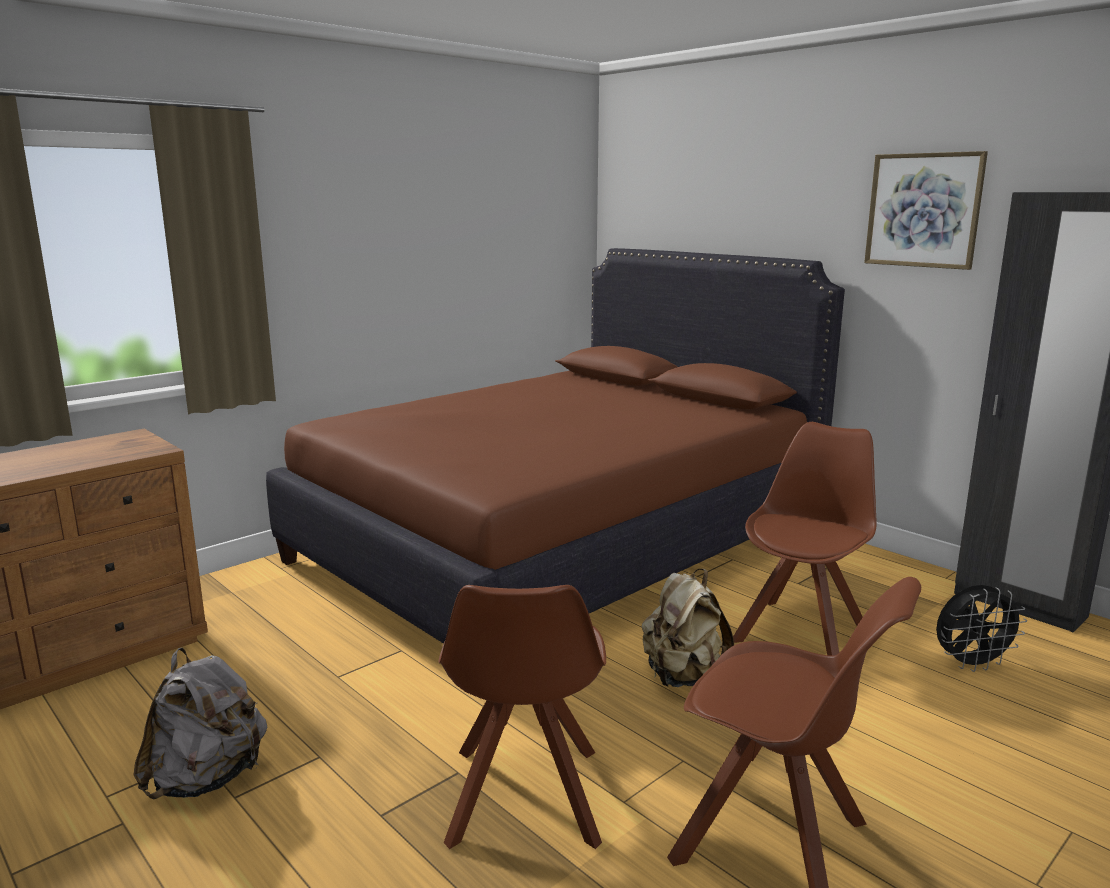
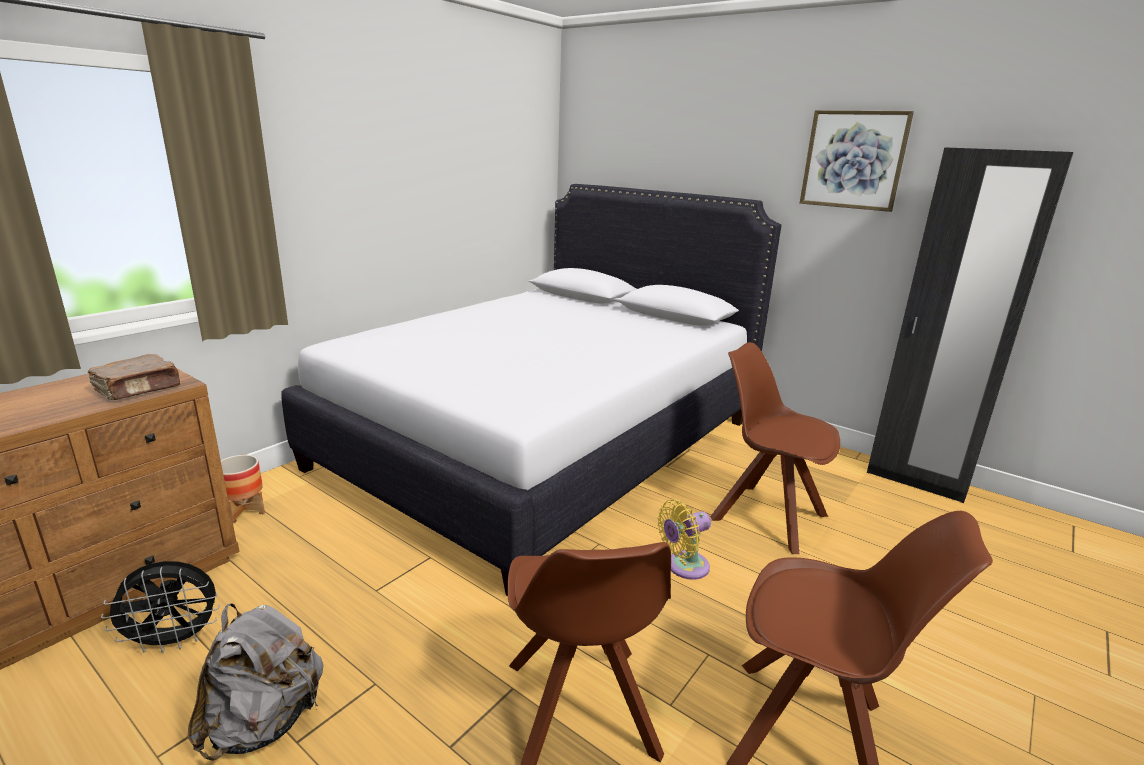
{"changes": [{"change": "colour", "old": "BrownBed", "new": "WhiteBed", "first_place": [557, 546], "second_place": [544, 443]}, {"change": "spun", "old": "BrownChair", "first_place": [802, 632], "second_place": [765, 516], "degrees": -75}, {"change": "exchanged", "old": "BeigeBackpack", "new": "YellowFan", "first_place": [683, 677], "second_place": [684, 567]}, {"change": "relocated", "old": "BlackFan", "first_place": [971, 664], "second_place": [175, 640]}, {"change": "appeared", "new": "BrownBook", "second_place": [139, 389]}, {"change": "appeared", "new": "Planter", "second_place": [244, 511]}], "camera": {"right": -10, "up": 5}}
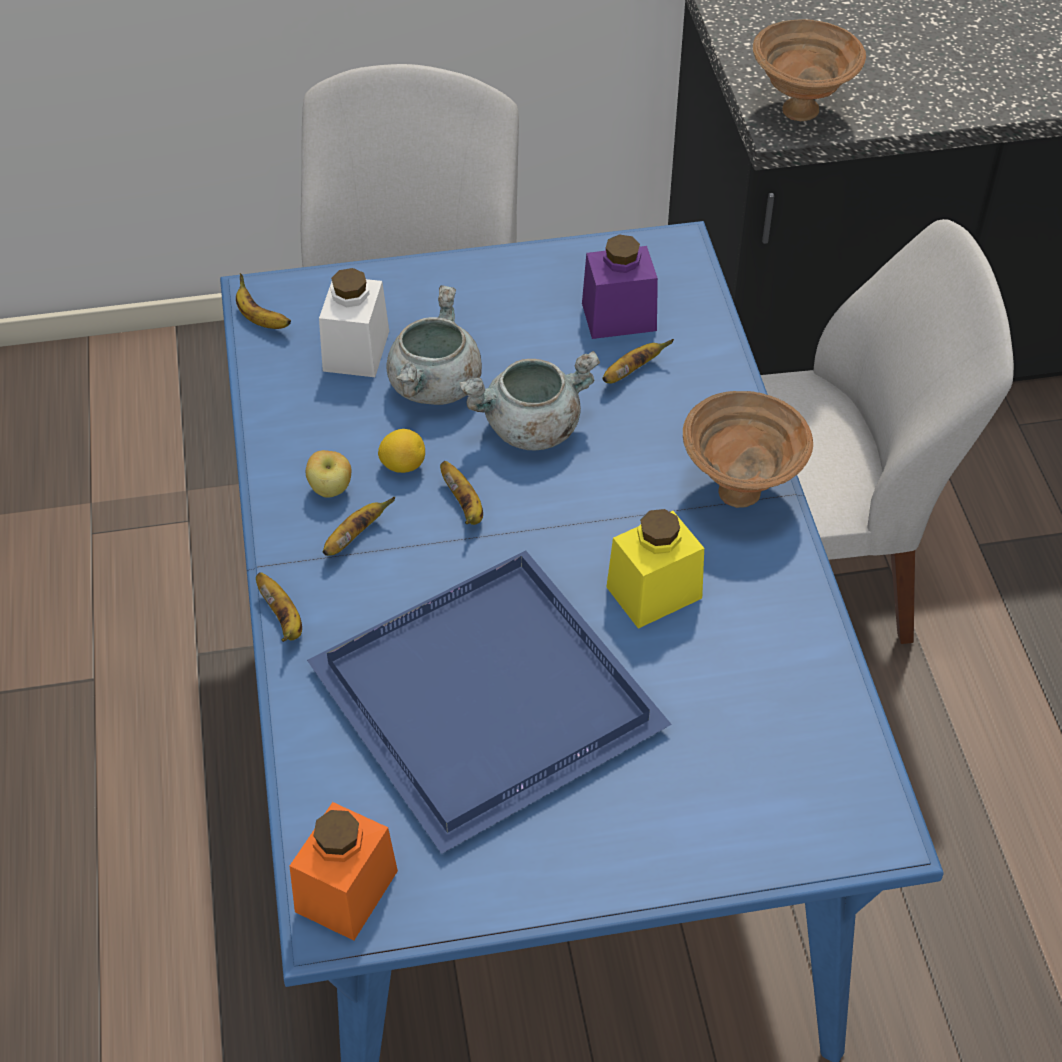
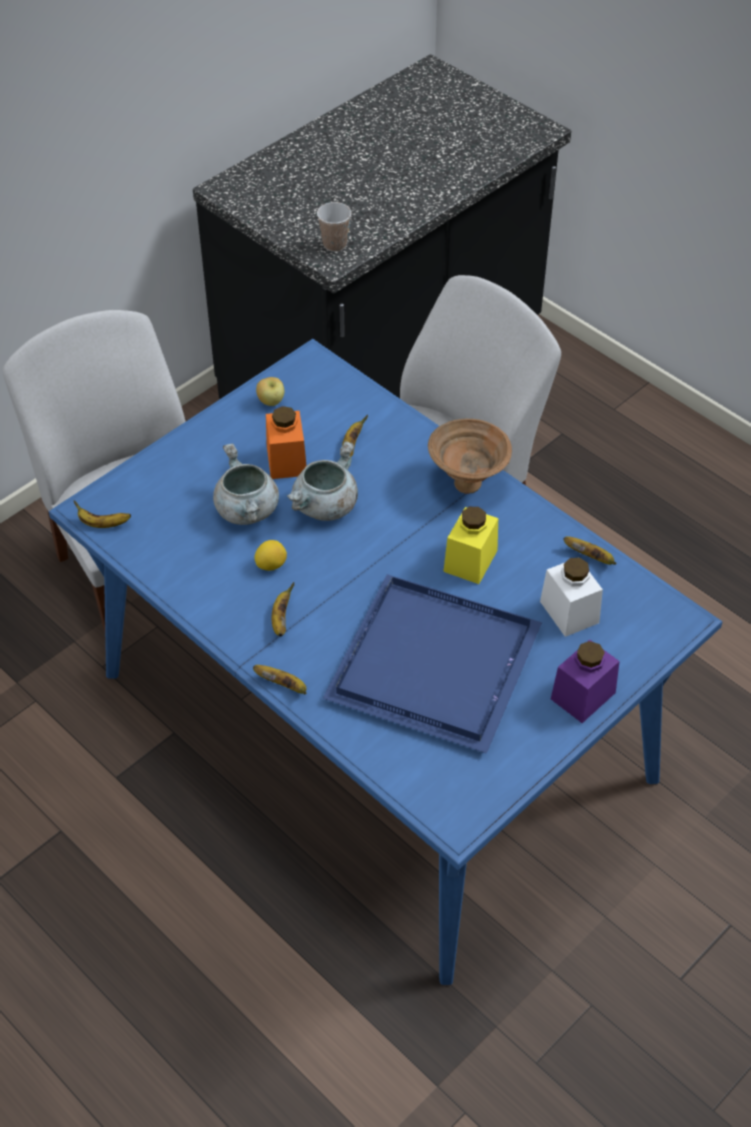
{"changes": [{"change": "exchanged", "old": "BrownBowl", "new": "Cup", "first_place": [799, 108], "second_place": [334, 244]}, {"change": "relocated", "old": "PurpleJar", "first_place": [619, 317], "second_place": [583, 696]}, {"change": "relocated", "old": "WhiteJar", "first_place": [356, 351], "second_place": [569, 612]}, {"change": "relocated", "old": "Apple", "first_place": [331, 490], "second_place": [271, 402]}, {"change": "relocated", "old": "Banana", "first_place": [464, 505], "second_place": [590, 557]}, {"change": "relocated", "old": "OrangeJar", "first_place": [346, 891], "second_place": [286, 460]}], "camera": {"right": -35, "up": 0}}
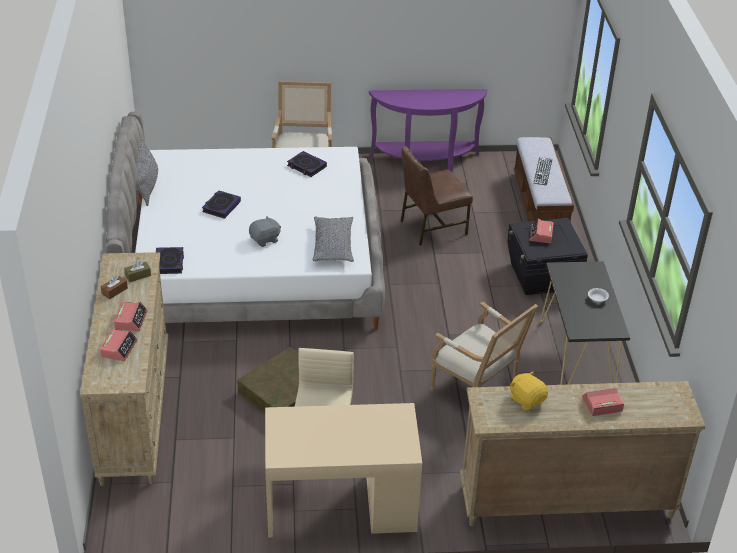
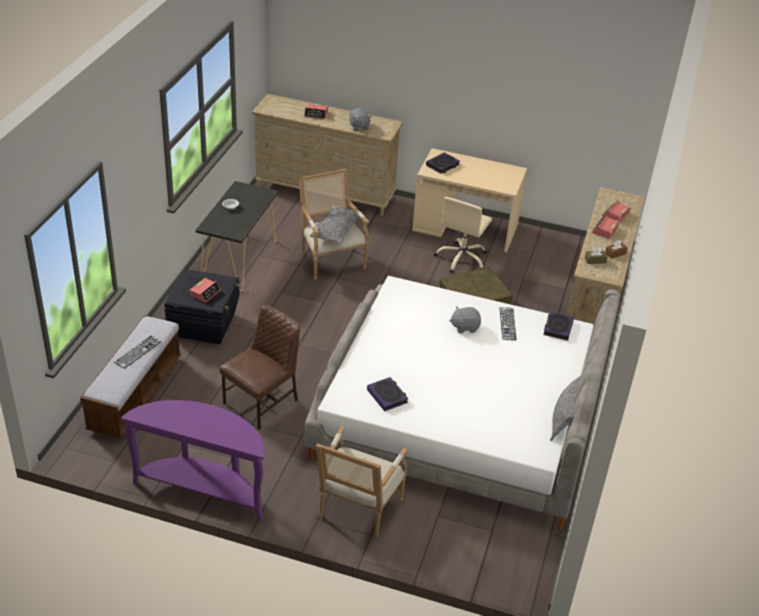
{"changes": [{"change": "spun", "old": "BrownChair", "first_place": [432, 227], "second_place": [262, 402], "degrees": -45}, {"change": "relocated", "old": "Book", "first_place": [221, 207], "second_place": [442, 165]}, {"change": "relocated", "old": "GreyPillow", "first_place": [333, 246], "second_place": [336, 230]}, {"change": "colour", "old": "YellowPlushToy", "new": "GreyPlushToy", "first_place": [527, 400], "second_place": [359, 126]}, {"change": "appeared", "new": "Keyboard", "second_place": [507, 323]}], "camera": {"right": -160, "up": 0}}
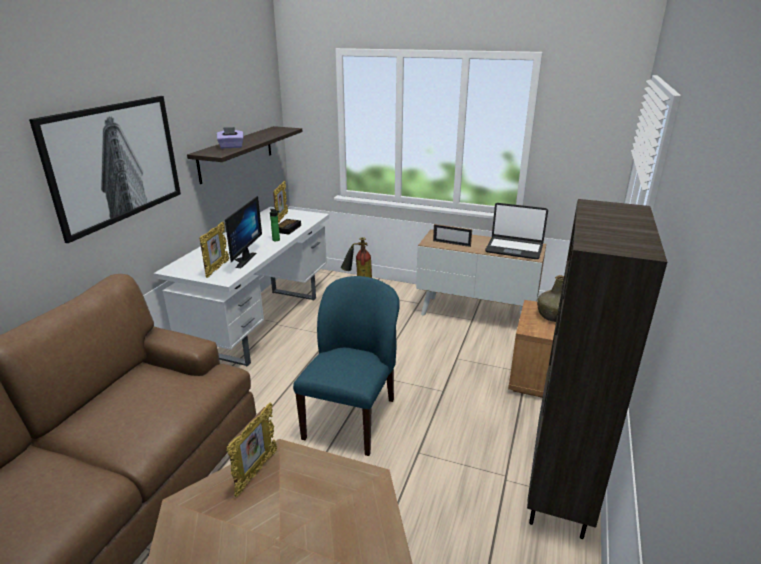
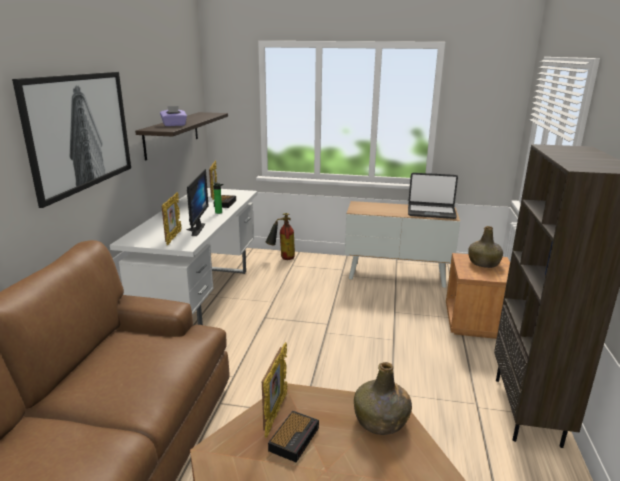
{"changes": [{"change": "missing", "old": "PictureFrame", "first_place": [451, 243]}, {"change": "missing", "old": "BlueChair", "first_place": [351, 417]}, {"change": "appeared", "new": "GreenBottle", "second_place": [381, 421]}, {"change": "appeared", "new": "AlarmClock", "second_place": [294, 438]}], "camera": {"right": -10, "up": -5}}
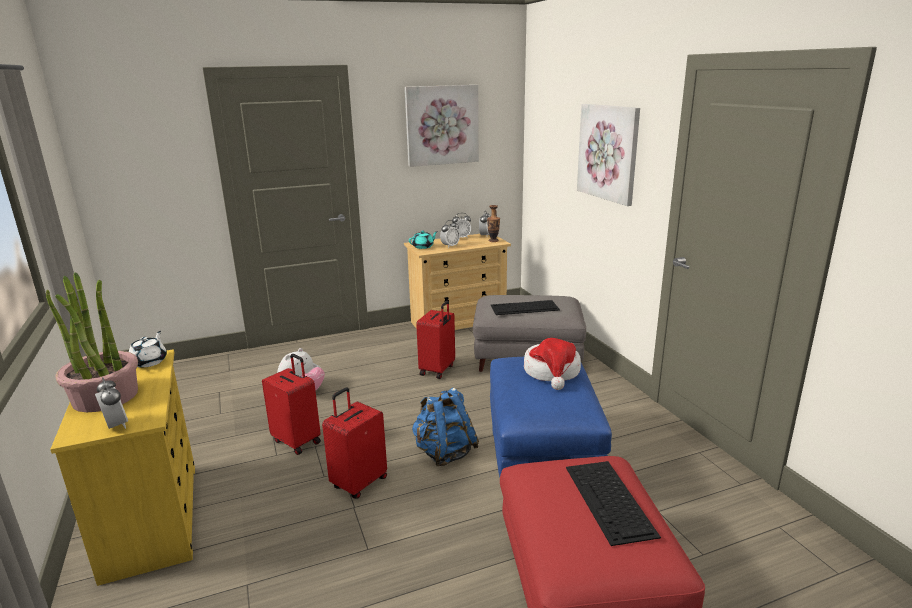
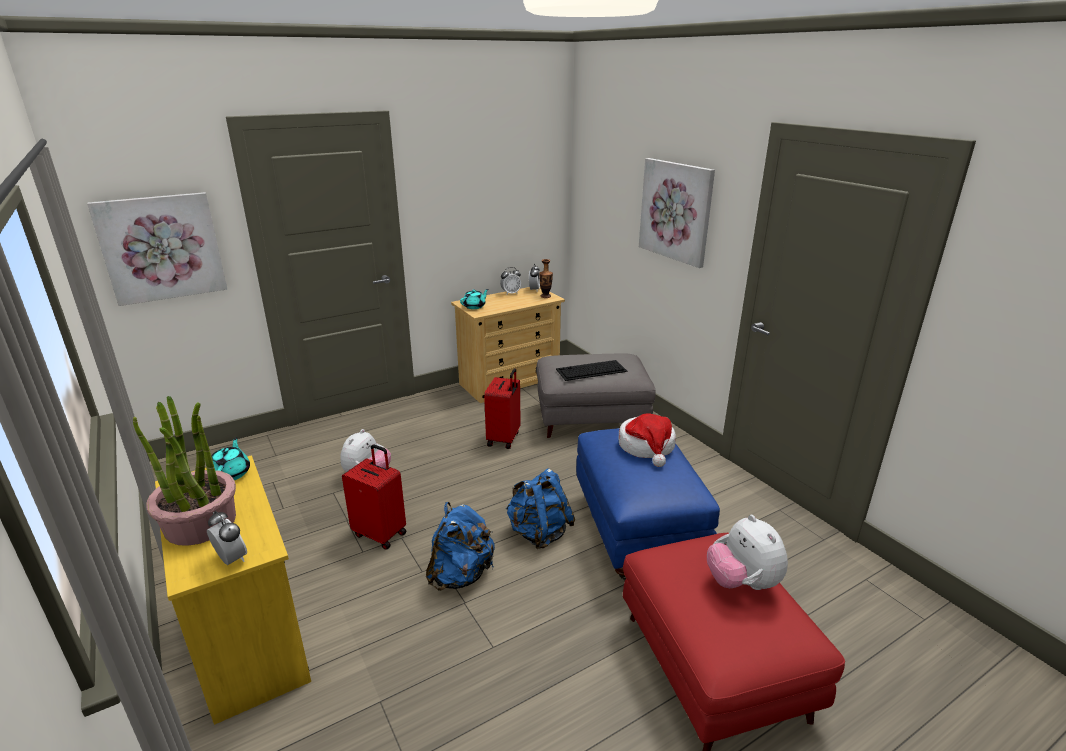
{"changes": [{"change": "relocated", "old": "Picture", "first_place": [442, 125], "second_place": [161, 248]}, {"change": "missing", "old": "AlarmClock", "first_place": [450, 246]}, {"change": "colour", "old": "WhiteTeapot", "new": "TurquoiseTeapot", "first_place": [150, 361], "second_place": [231, 473]}, {"change": "exchanged", "old": "RedSuitcase", "new": "BlueBackpack", "first_place": [358, 483], "second_place": [461, 575]}, {"change": "exchanged", "old": "Keyboard", "new": "PlushToy", "first_place": [610, 500], "second_place": [742, 583]}], "camera": {"right": -10, "up": 5}}
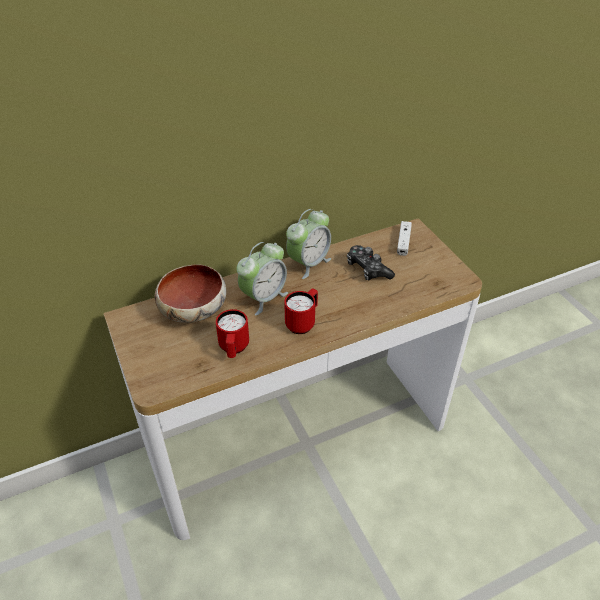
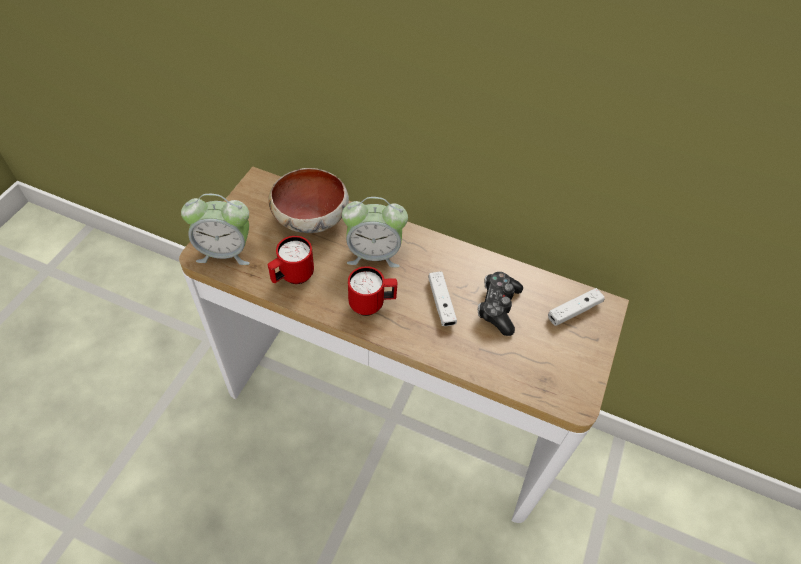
{"changes": [{"change": "relocated", "old": "AlarmClock", "first_place": [308, 263], "second_place": [225, 251]}, {"change": "appeared", "new": "WhiteGameController", "second_place": [441, 303]}], "camera": {"right": 45, "up": 10}}
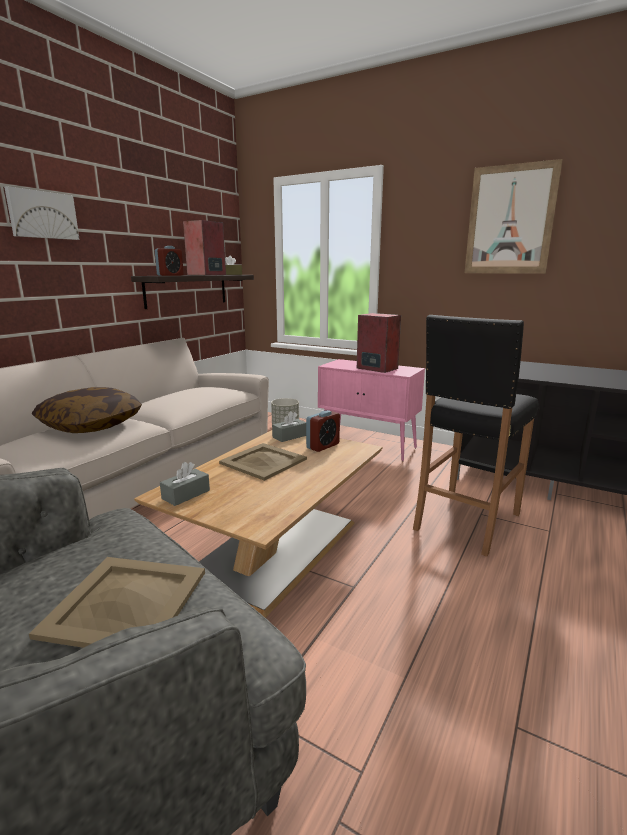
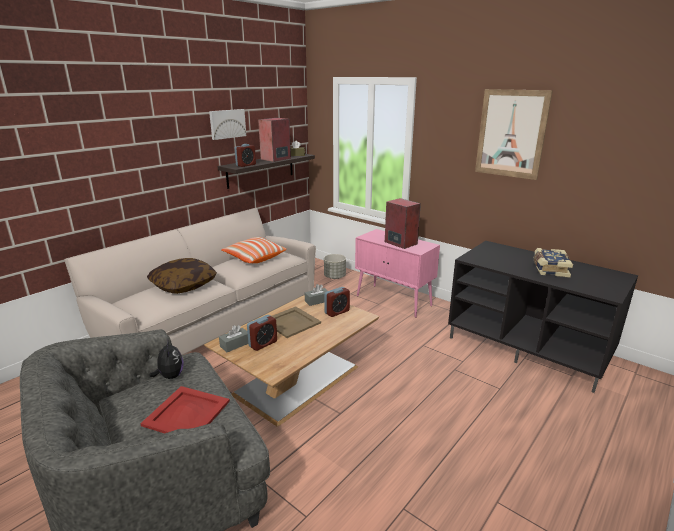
{"changes": [{"change": "relocated", "old": "Picture", "first_place": [42, 215], "second_place": [227, 124]}, {"change": "missing", "old": "BlackStool", "first_place": [466, 522]}, {"change": "colour", "old": "BeigeTray", "new": "RedTray", "first_place": [126, 603], "second_place": [187, 413]}, {"change": "appeared", "new": "Pillow", "second_place": [254, 258]}, {"change": "appeared", "new": "Book", "second_place": [549, 269]}, {"change": "appeared", "new": "AlarmClock", "second_place": [263, 344]}, {"change": "appeared", "new": "PlushToy", "second_place": [170, 376]}], "camera": {"right": 10, "up": 5}}
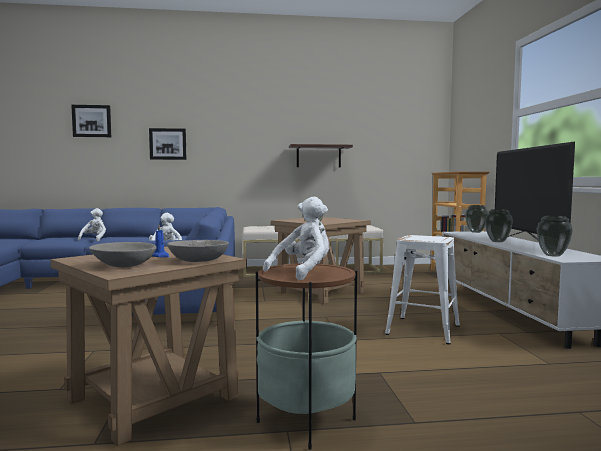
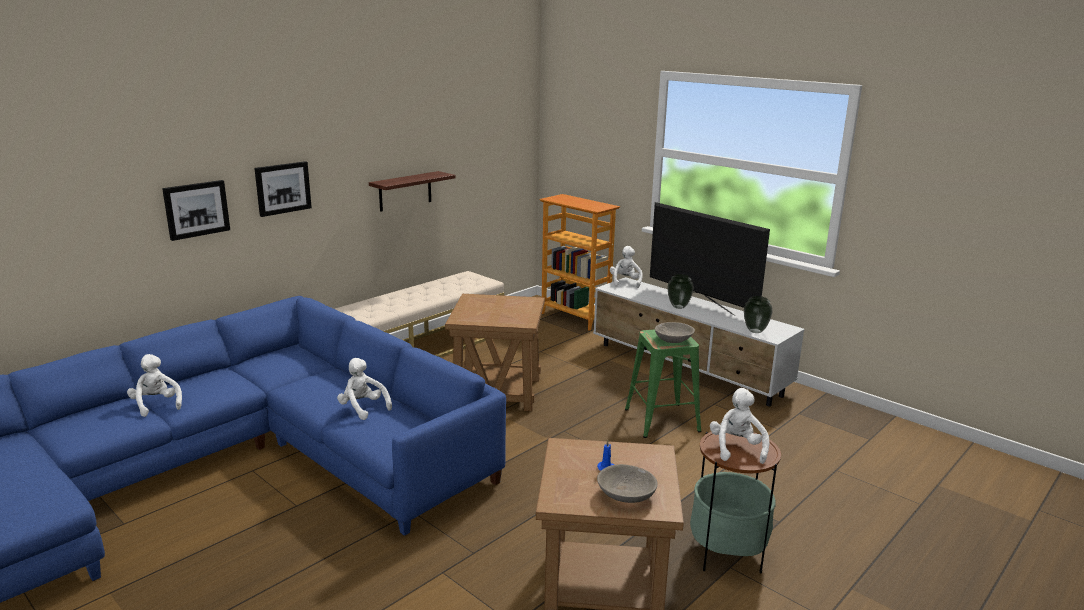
{"changes": [{"change": "relocated", "old": "Picture", "first_place": [92, 121], "second_place": [282, 188]}, {"change": "exchanged", "old": "Vase", "new": "WhitePlushToy", "first_place": [476, 232], "second_place": [625, 282]}, {"change": "colour", "old": "WhiteStool", "new": "GreenStool", "first_place": [424, 330], "second_place": [662, 420]}, {"change": "relocated", "old": "GreyBowl", "first_place": [198, 260], "second_place": [673, 339]}], "camera": {"right": -40, "up": 15}}
